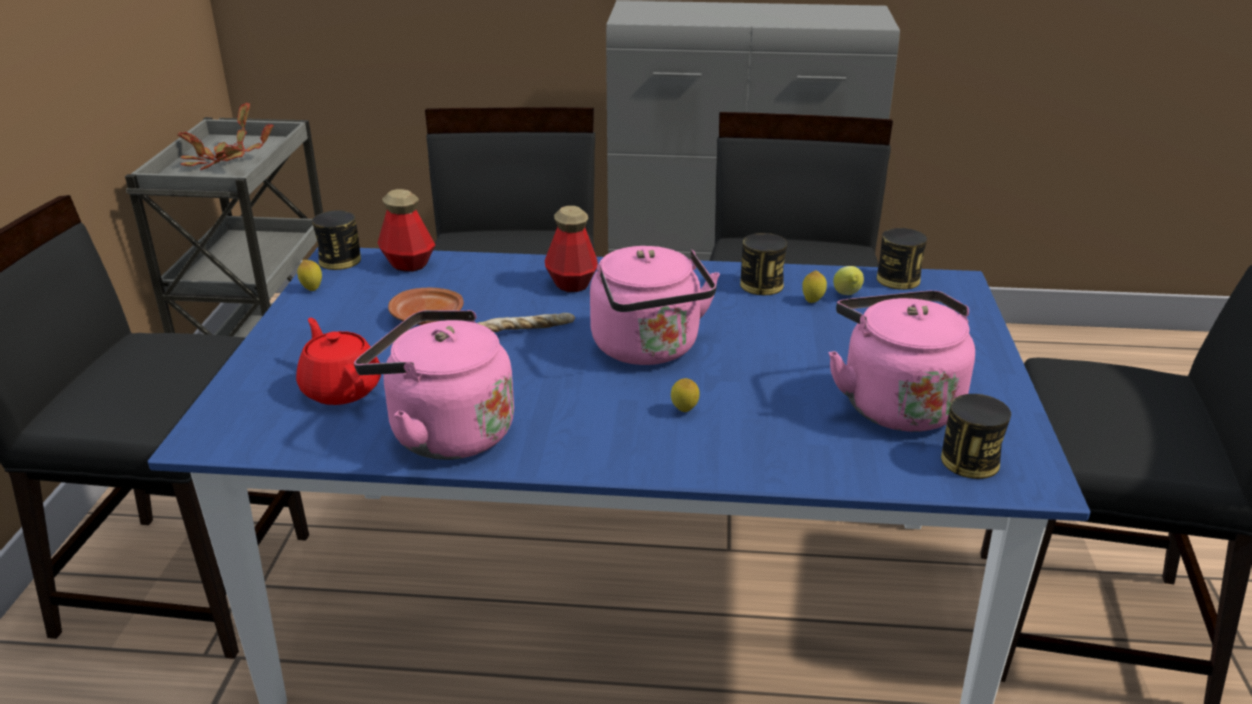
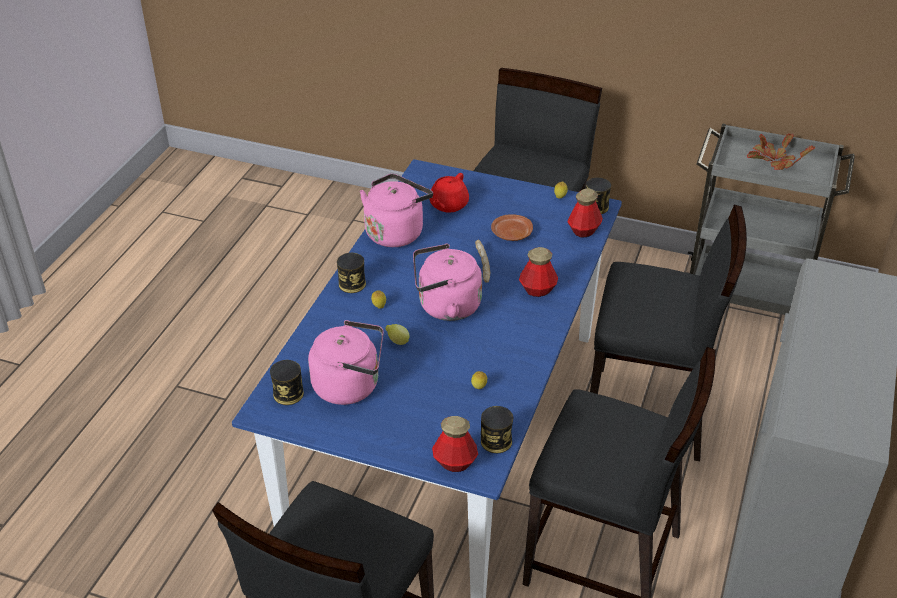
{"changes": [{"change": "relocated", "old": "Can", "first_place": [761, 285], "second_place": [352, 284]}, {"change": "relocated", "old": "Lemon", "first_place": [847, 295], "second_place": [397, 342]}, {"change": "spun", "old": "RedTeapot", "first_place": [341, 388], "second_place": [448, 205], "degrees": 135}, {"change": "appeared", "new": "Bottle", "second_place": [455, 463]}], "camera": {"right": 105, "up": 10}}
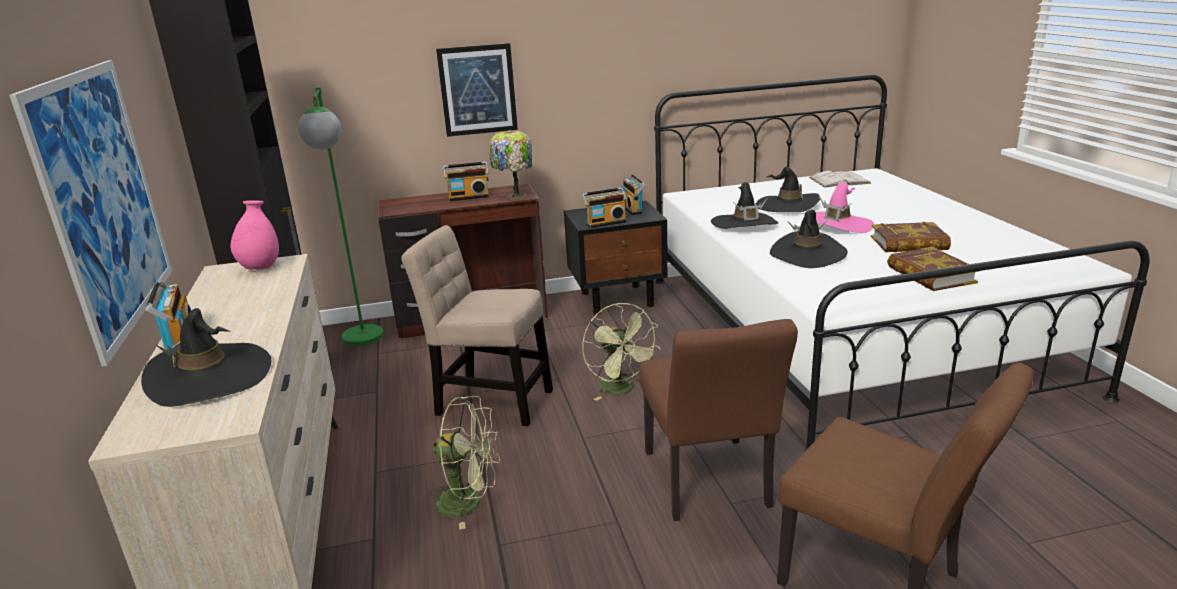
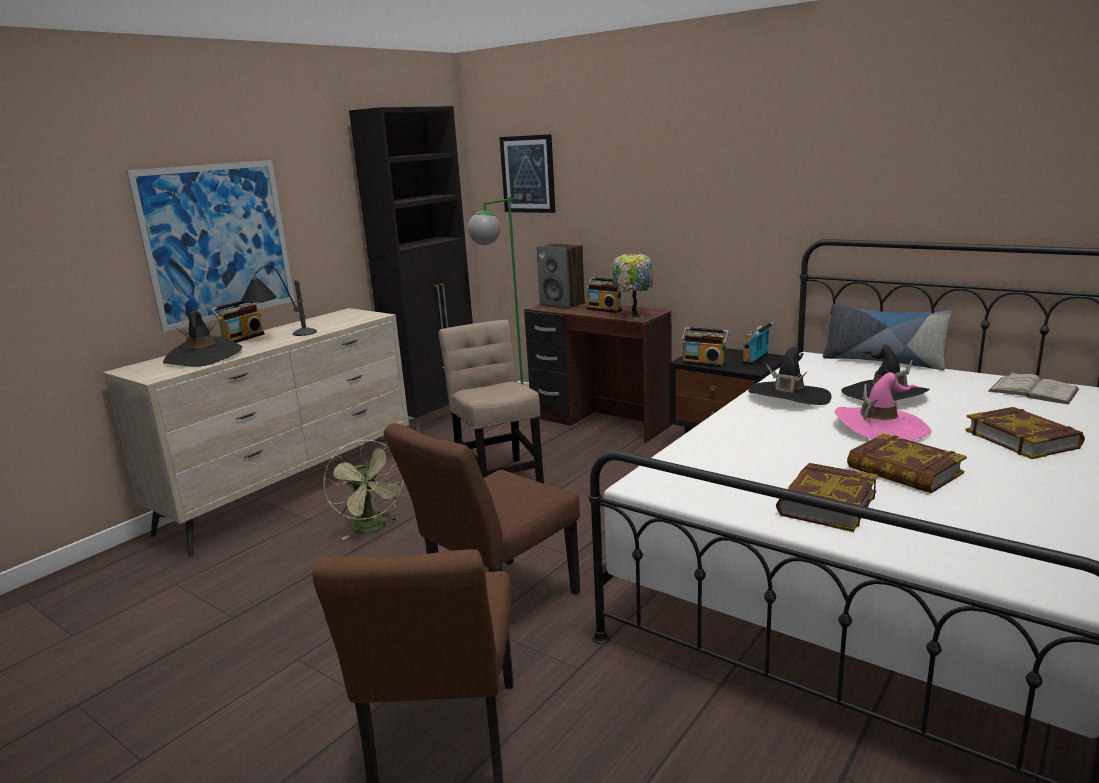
{"changes": [{"change": "relocated", "old": "Picture", "first_place": [477, 90], "second_place": [528, 174]}, {"change": "missing", "old": "PinkVase", "first_place": [260, 268]}, {"change": "missing", "old": "BlackHat", "first_place": [807, 254]}, {"change": "missing", "old": "GreenFan", "first_place": [622, 390]}, {"change": "appeared", "new": "Speaker", "second_place": [563, 304]}, {"change": "appeared", "new": "TableLamp", "second_place": [280, 337]}, {"change": "appeared", "new": "Pillow", "second_place": [882, 361]}, {"change": "appeared", "new": "Book", "second_place": [1022, 439]}], "camera": {"right": 50, "up": -5}}
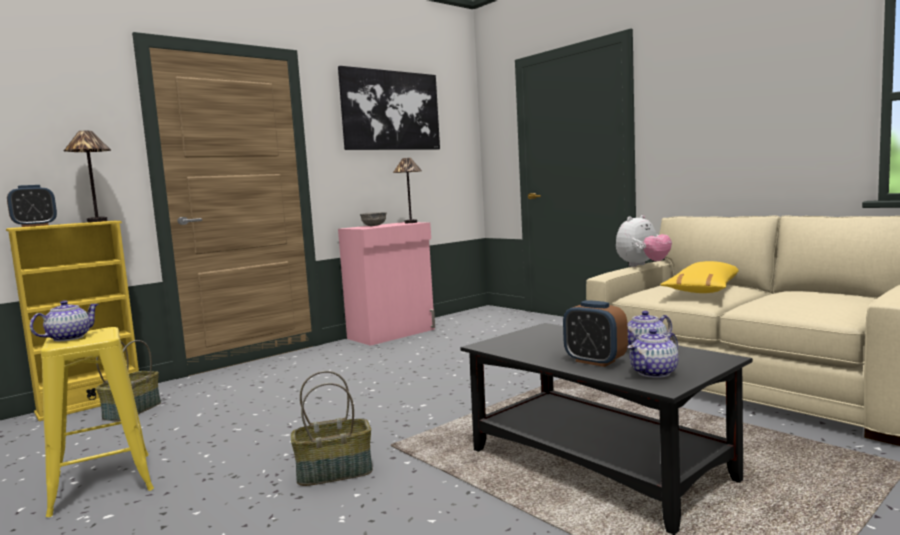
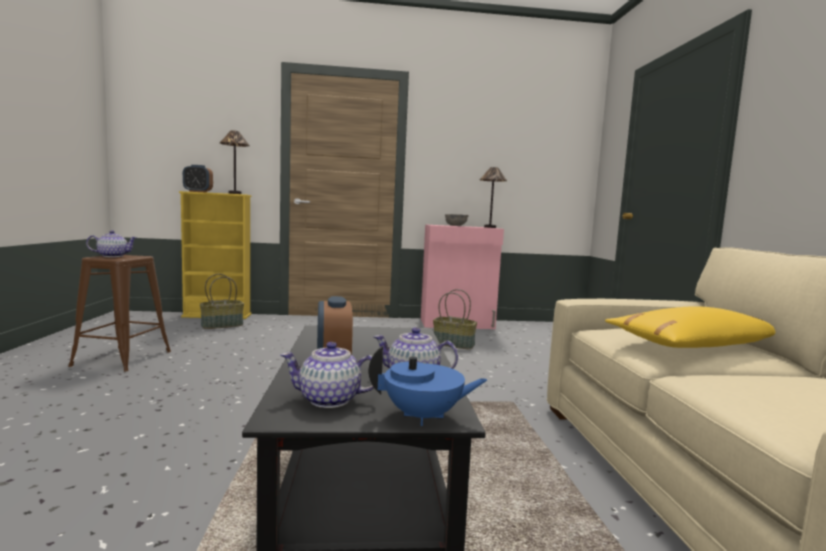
{"changes": [{"change": "missing", "old": "Picture", "first_place": [391, 110]}, {"change": "missing", "old": "PlushToy", "first_place": [642, 266]}, {"change": "colour", "old": "YellowStool", "new": "BrownStool", "first_place": [102, 483], "second_place": [122, 359]}, {"change": "relocated", "old": "Basket", "first_place": [335, 472], "second_place": [454, 344]}, {"change": "appeared", "new": "BlueTeapot", "second_place": [423, 416]}], "camera": {"right": 35, "up": 0}}
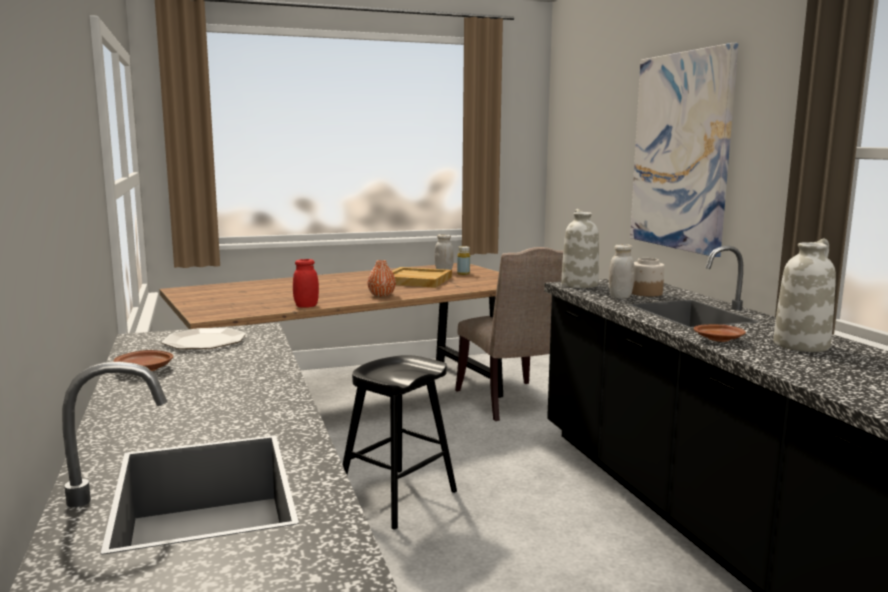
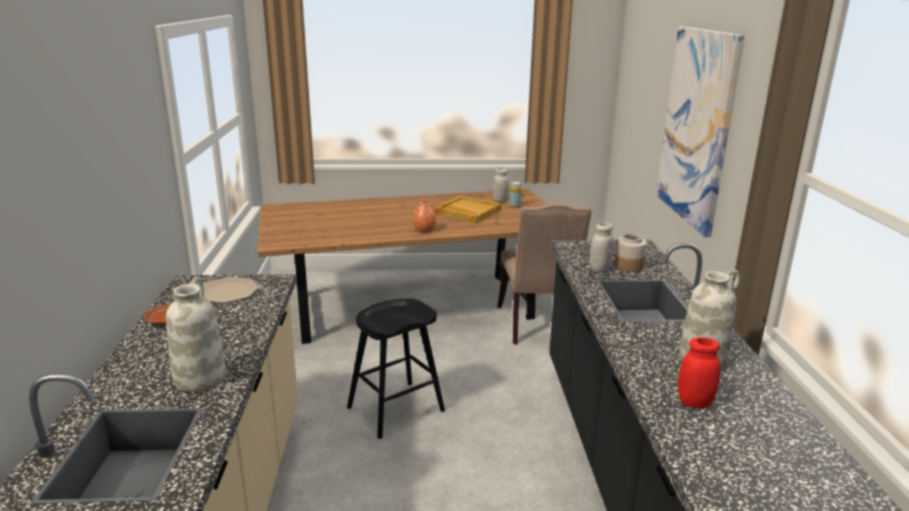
{"changes": [{"change": "relocated", "old": "WhiteVase", "first_place": [578, 284], "second_place": [200, 378]}, {"change": "relocated", "old": "RedJar", "first_place": [306, 306], "second_place": [694, 402]}, {"change": "missing", "old": "BrownPlate", "first_place": [719, 339]}], "camera": {"right": 15, "up": 10}}
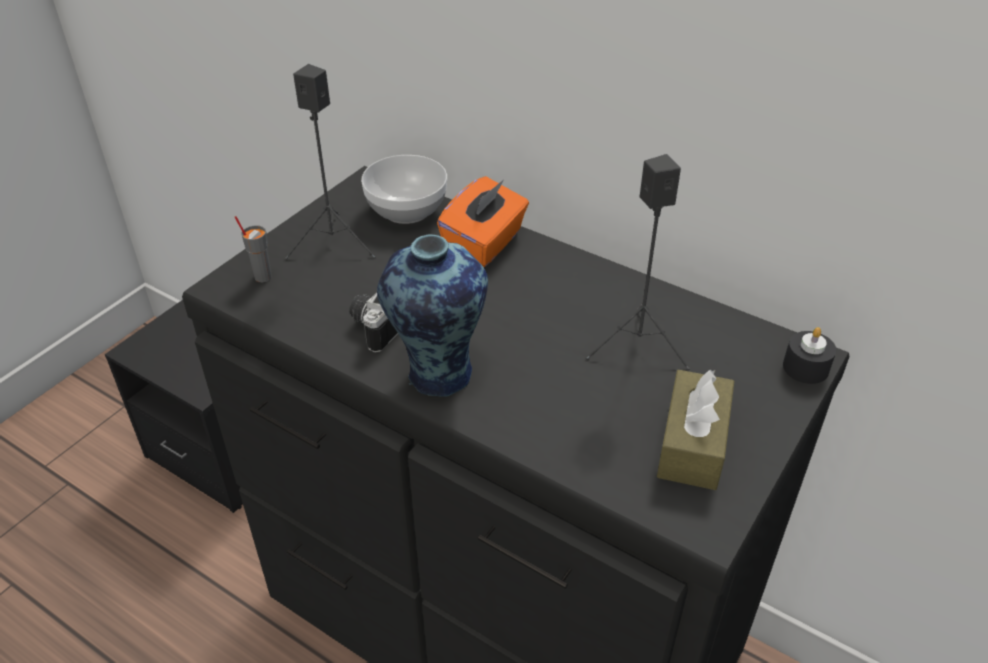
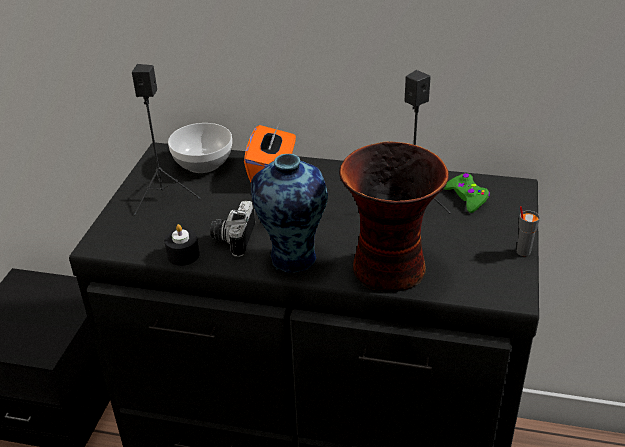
{"changes": [{"change": "relocated", "old": "GreyCup", "first_place": [262, 276], "second_place": [523, 251]}, {"change": "relocated", "old": "BlackCandle", "first_place": [805, 367], "second_place": [183, 255]}, {"change": "missing", "old": "BrownTissueBox", "first_place": [692, 443]}, {"change": "appeared", "new": "Vase", "second_place": [390, 270]}, {"change": "appeared", "new": "GreenGameController", "second_place": [467, 197]}], "camera": {"right": -20, "up": -5}}
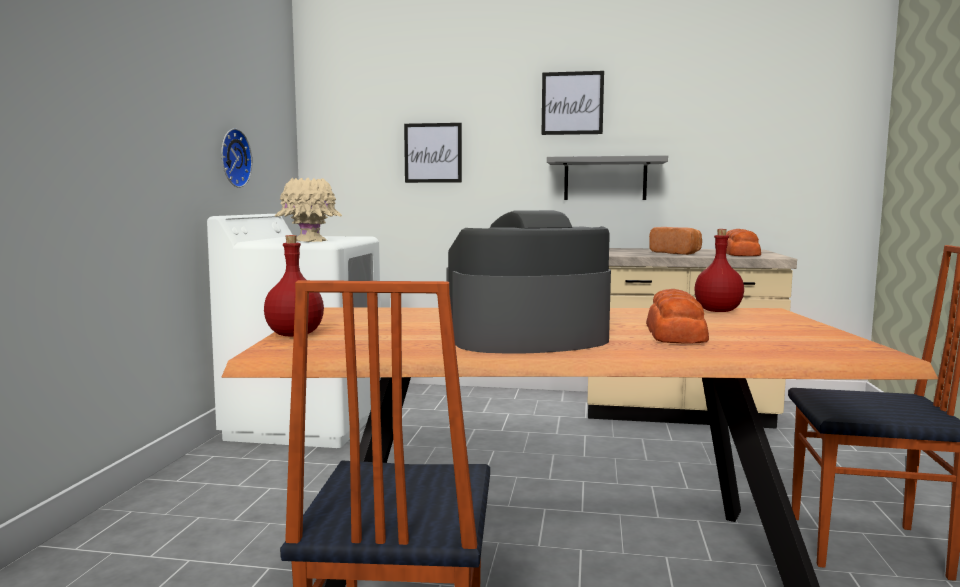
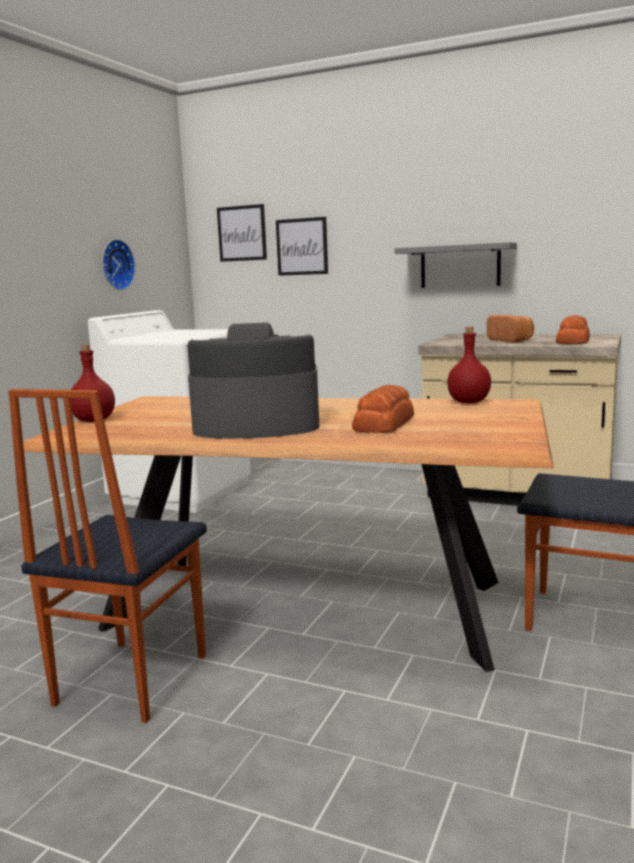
{"changes": [{"change": "relocated", "old": "Picture", "first_place": [572, 103], "second_place": [242, 233]}, {"change": "missing", "old": "BeigeVase", "first_place": [309, 241]}], "camera": {"right": 15, "up": 5}}
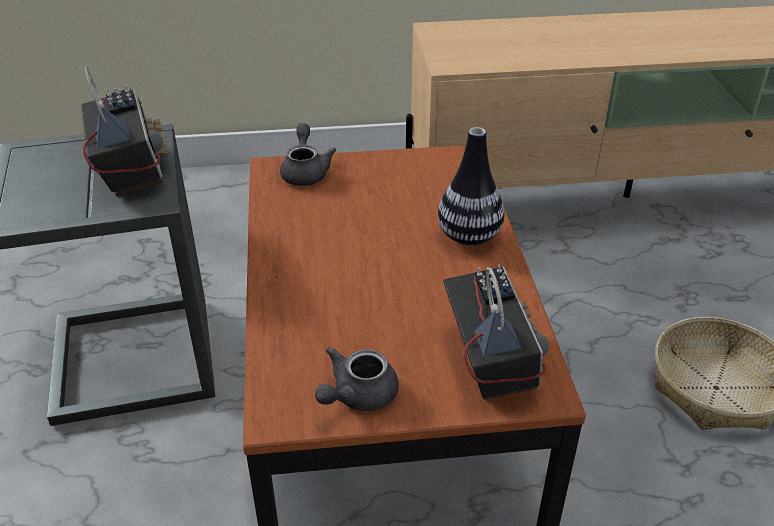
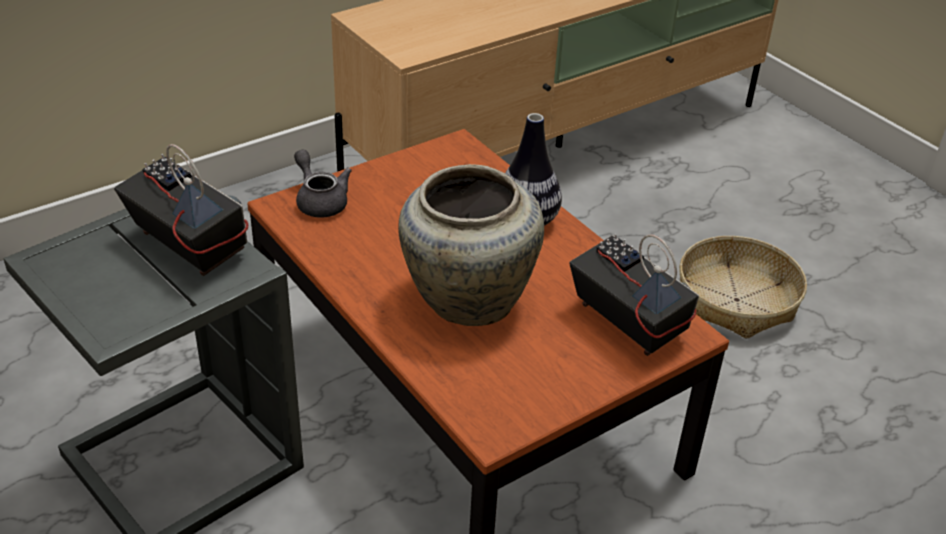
{"changes": [{"change": "missing", "old": "GreyTeapot", "first_place": [357, 396]}, {"change": "appeared", "new": "BeigeVase", "second_place": [466, 300]}], "camera": {"right": -30, "up": 0}}
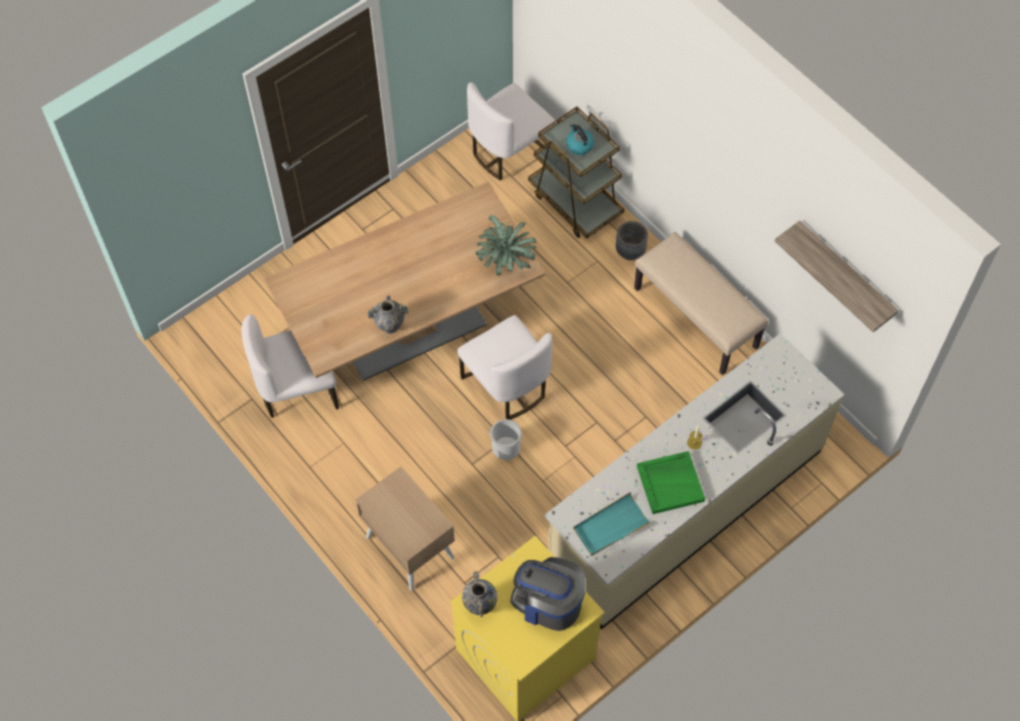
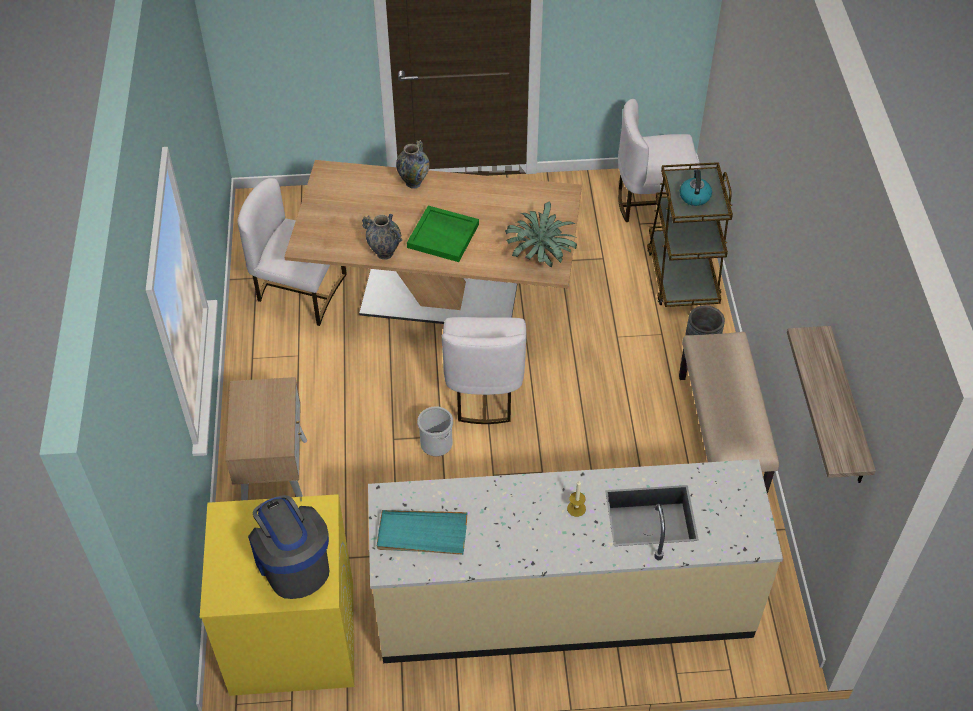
{"changes": [{"change": "relocated", "old": "GreenTray", "first_place": [670, 483], "second_place": [444, 235]}, {"change": "relocated", "old": "Vase", "first_place": [480, 606], "second_place": [413, 182]}], "camera": {"right": 35, "up": -10}}
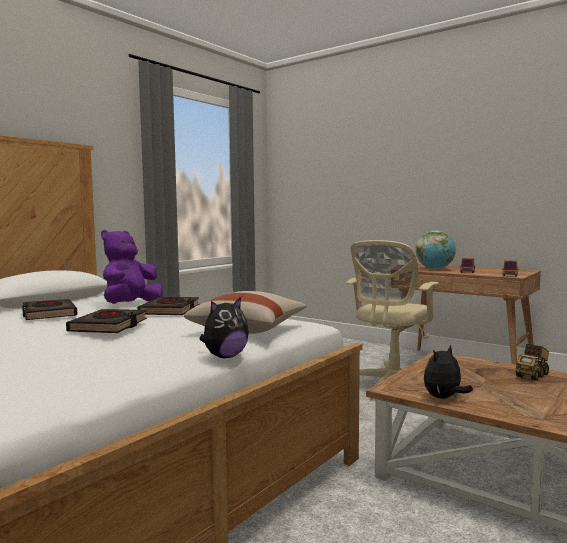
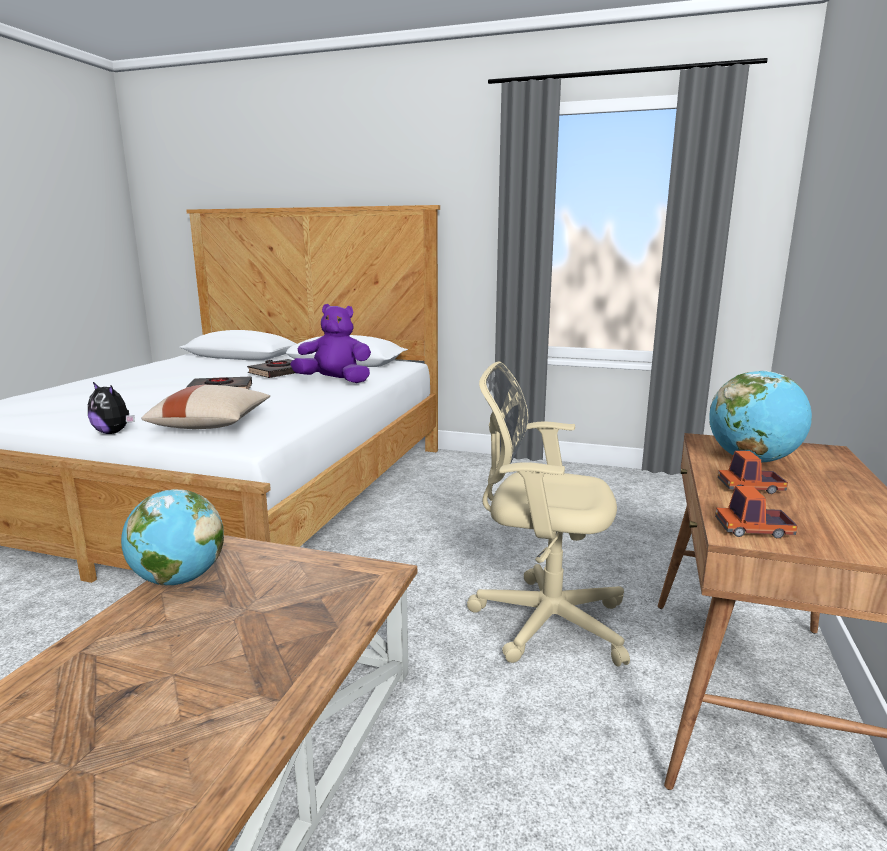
{"changes": [{"change": "missing", "old": "BlackBook", "first_place": [170, 311]}, {"change": "missing", "old": "ToyTruck", "first_place": [532, 375]}, {"change": "exchanged", "old": "PlushToy", "new": "Globe", "first_place": [444, 398], "second_place": [179, 579]}], "camera": {"right": 70, "up": 10}}
